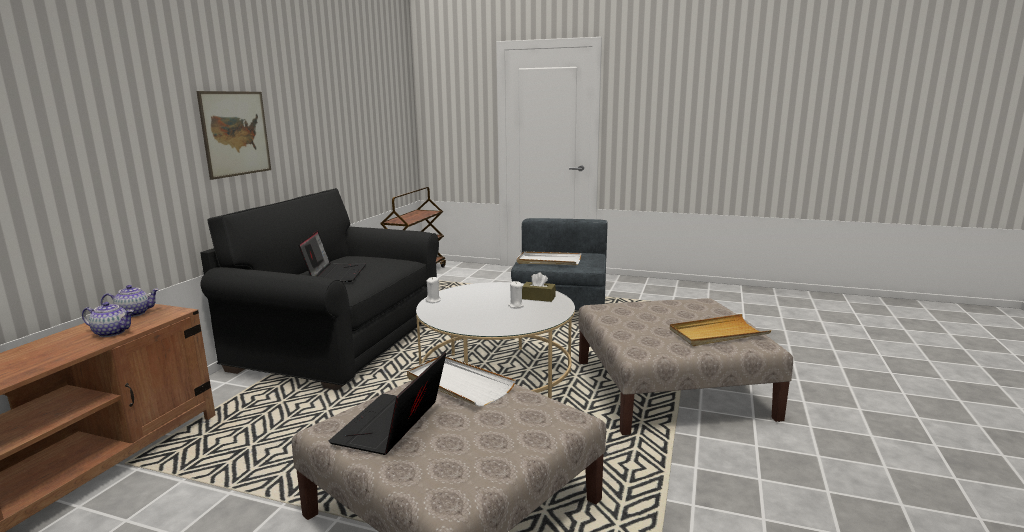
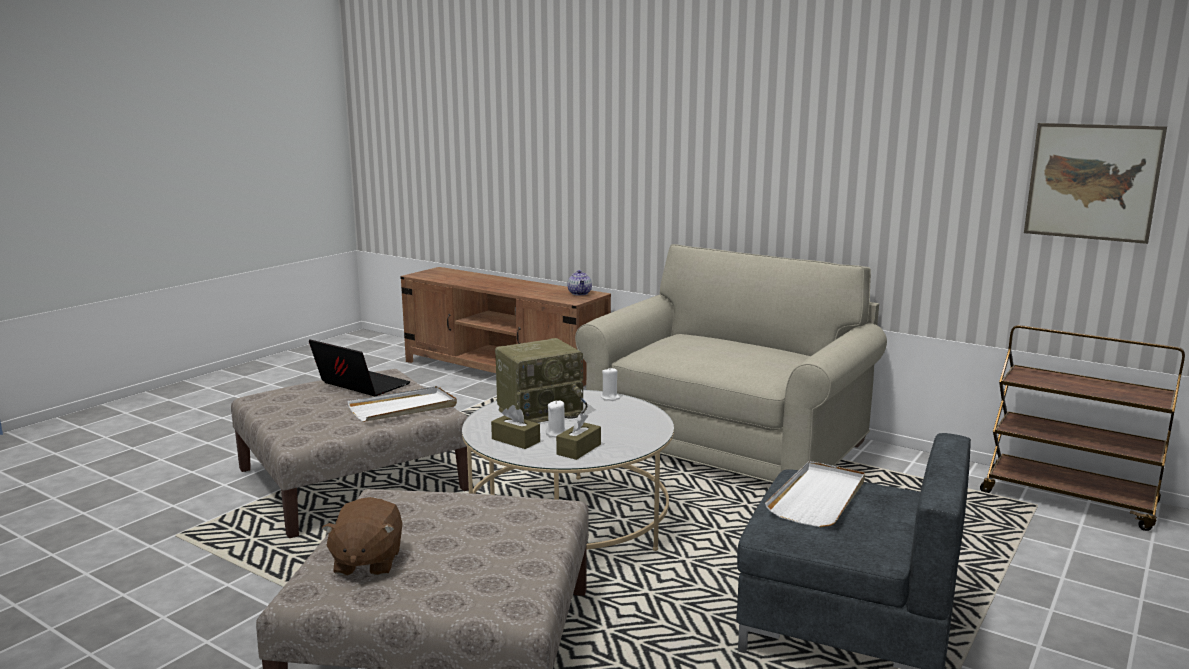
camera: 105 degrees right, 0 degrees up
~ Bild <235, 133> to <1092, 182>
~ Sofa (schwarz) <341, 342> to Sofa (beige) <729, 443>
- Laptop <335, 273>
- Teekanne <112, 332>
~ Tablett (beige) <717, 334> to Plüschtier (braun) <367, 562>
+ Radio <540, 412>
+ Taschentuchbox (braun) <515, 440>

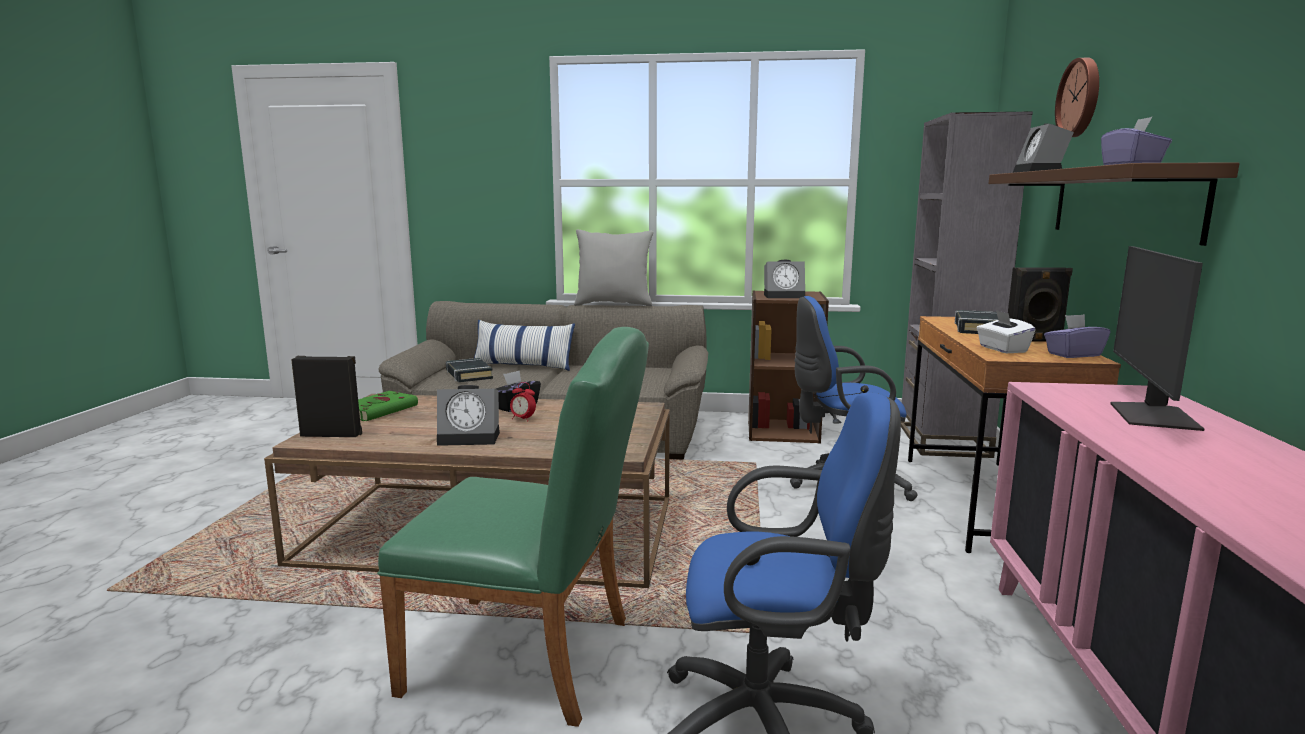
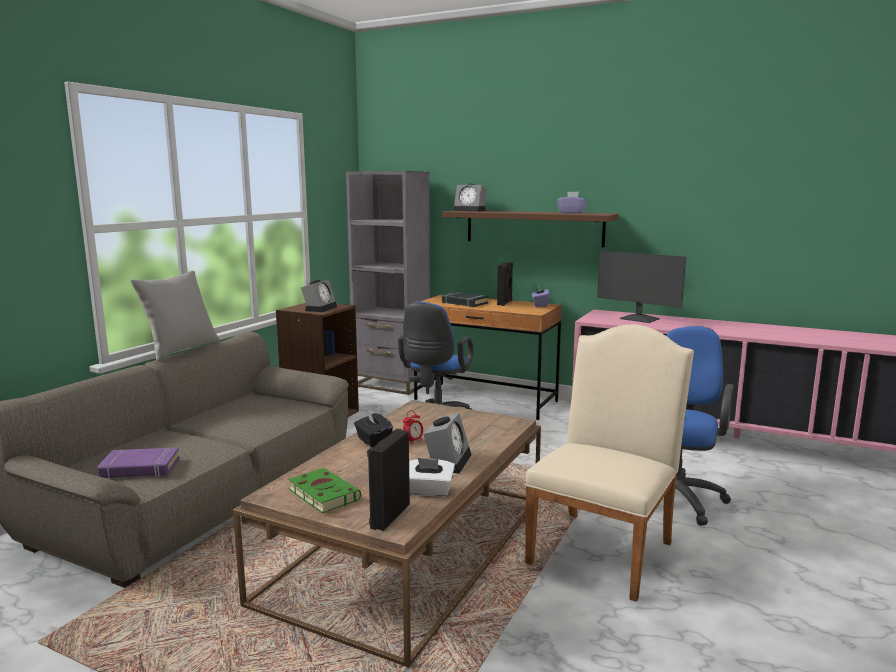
camera: 70 degrees left, 0 degrees up
- Wanduhr <1081, 98>
~ Taschentuchbox (weiß) <1002, 349> to <429, 491>
- Kissen <523, 366>
~ Stuhl (grün) <534, 658> to Stuhl (beige) <604, 548>
~ Buch (schwarz) <468, 375> to Buch (lila) <140, 468>

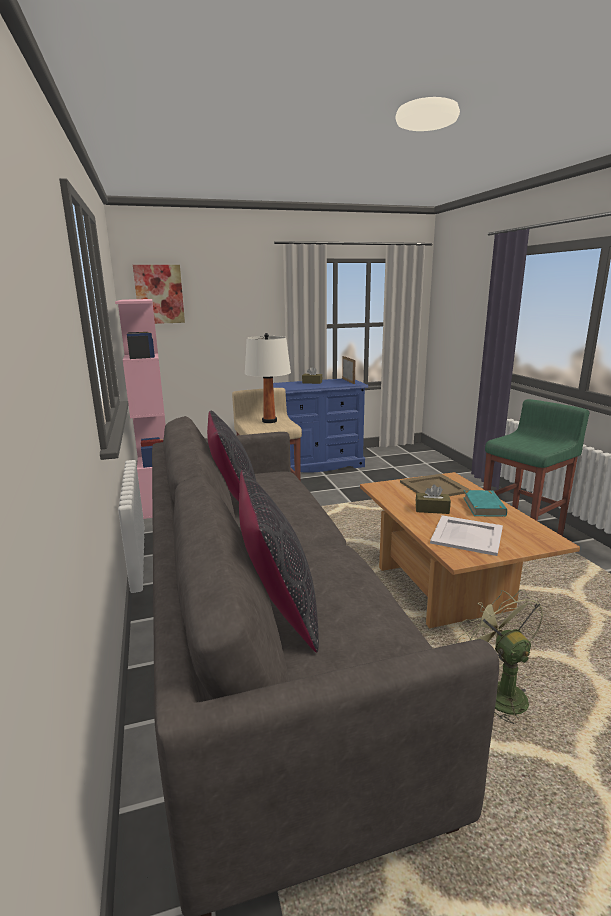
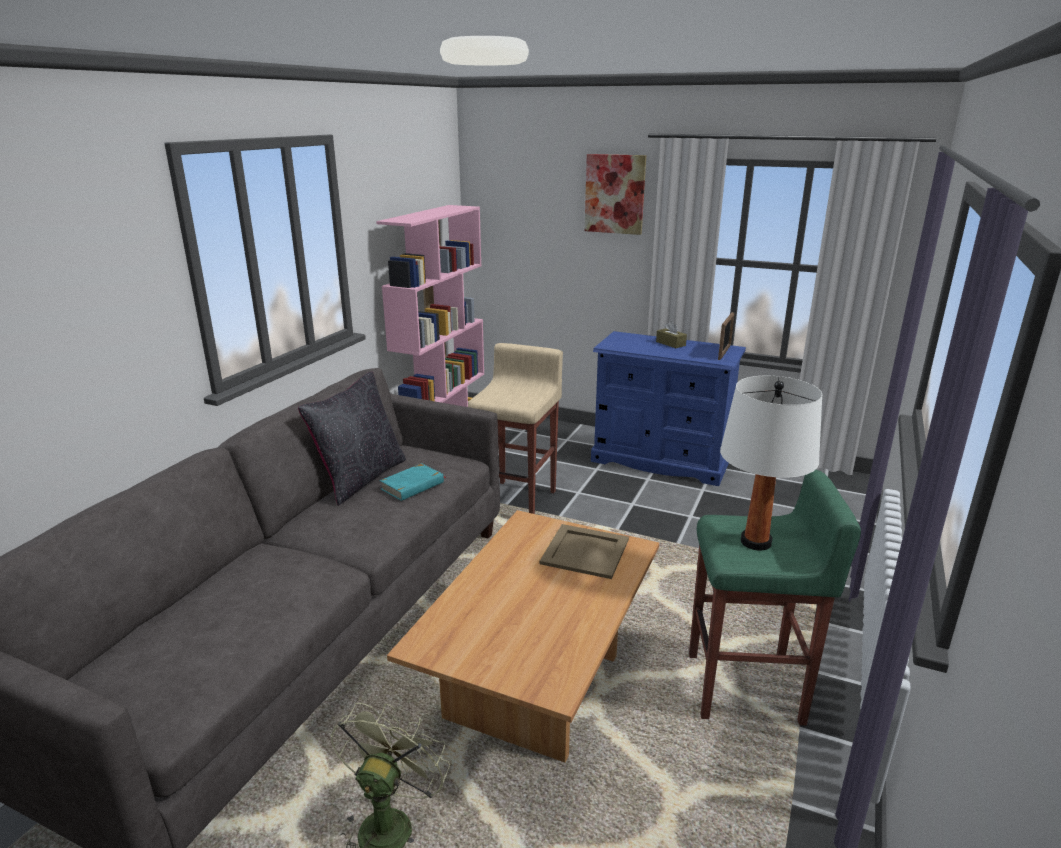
camera: 40 degrees right, 5 degrees up
~ Bild <159, 294> to <615, 194>
~ Tischlampe (weiß) <269, 421> to <755, 542>
- Kissen (schwarz) <278, 608>
- Taschentuchbox (braun) <432, 509>
~ Buch (türkis) <484, 506> to <413, 486>
- Tablett (weiß) <466, 535>

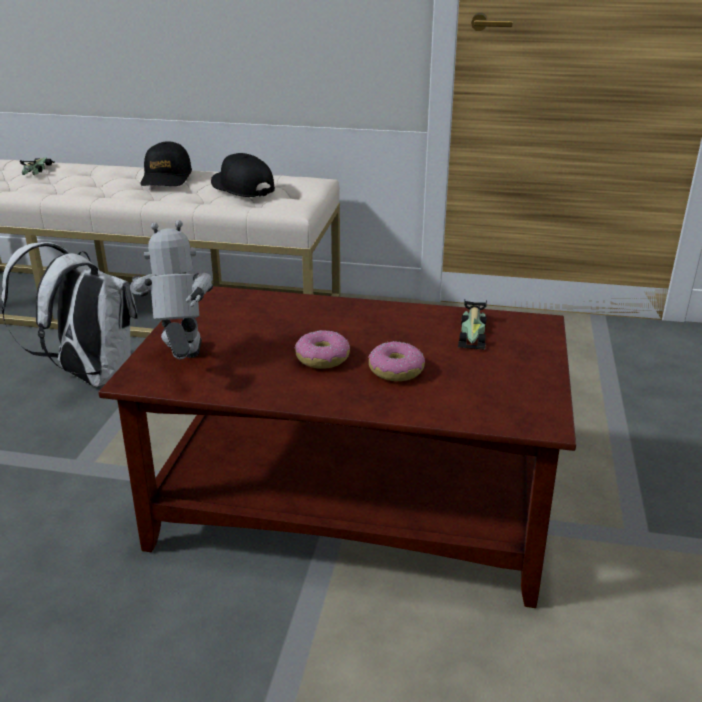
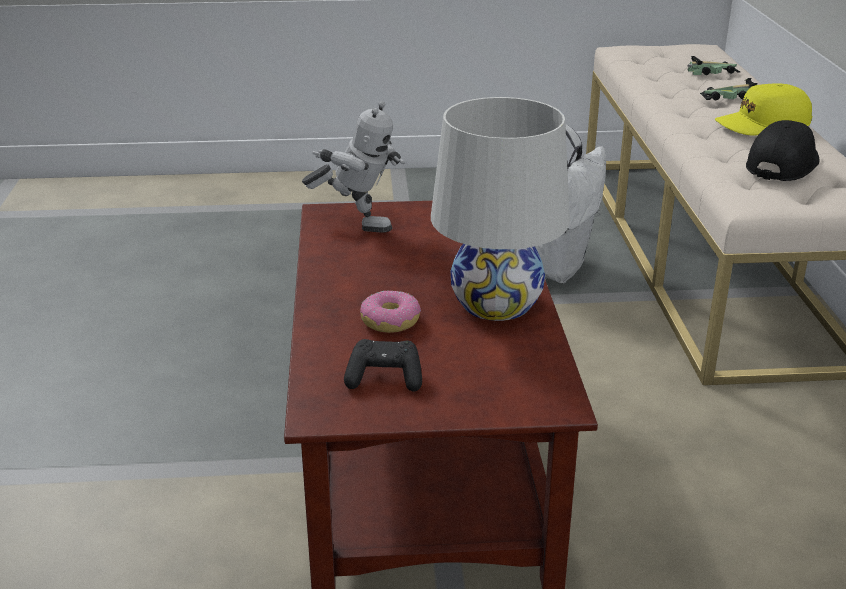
camera: 75 degrees right, 0 degrees up
~ Kappe (schwarz) <166, 178> to Kappe (gelb) <762, 125>
~ Spielzeugroboter <182, 363> = <357, 224> 45 degrees clockwise
~ Spielzeugauto <472, 331> to <730, 96>
- Donut <323, 358>
+ Tischlampe (weiß) <496, 303>
+ Gamepad (schwarz) <384, 378>

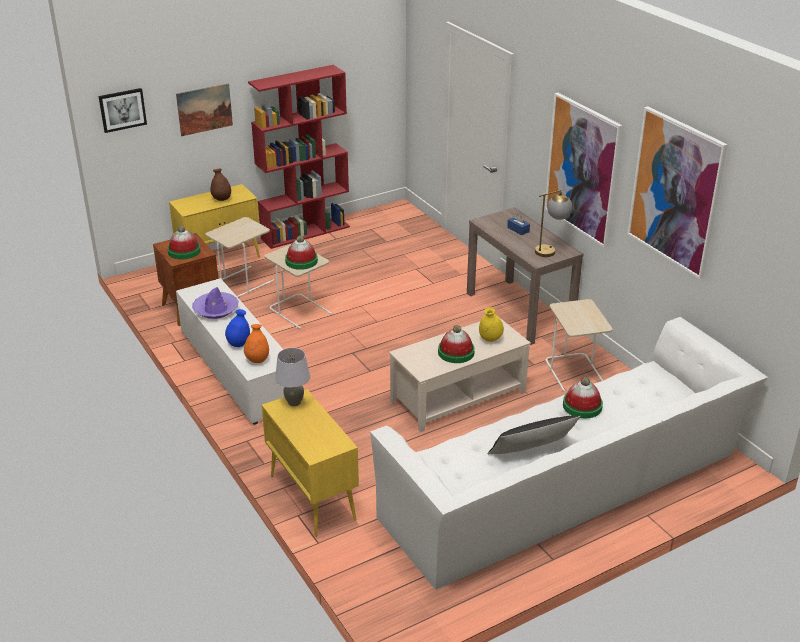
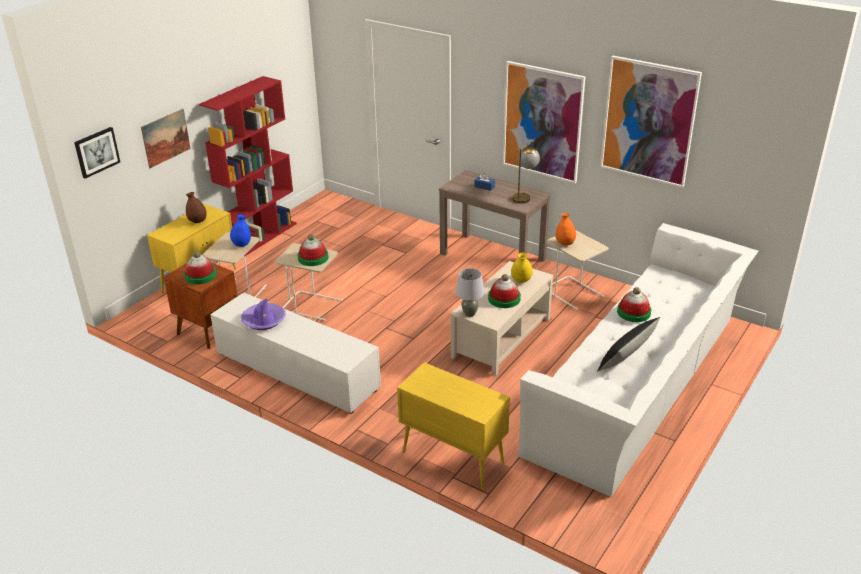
camera: 25 degrees left, 0 degrees up
~ Vase (blau) <238, 344> to <242, 244>
~ Vase (orange) <257, 360> to <565, 243>
~ Tischlampe (grau) <294, 402> to <469, 314>

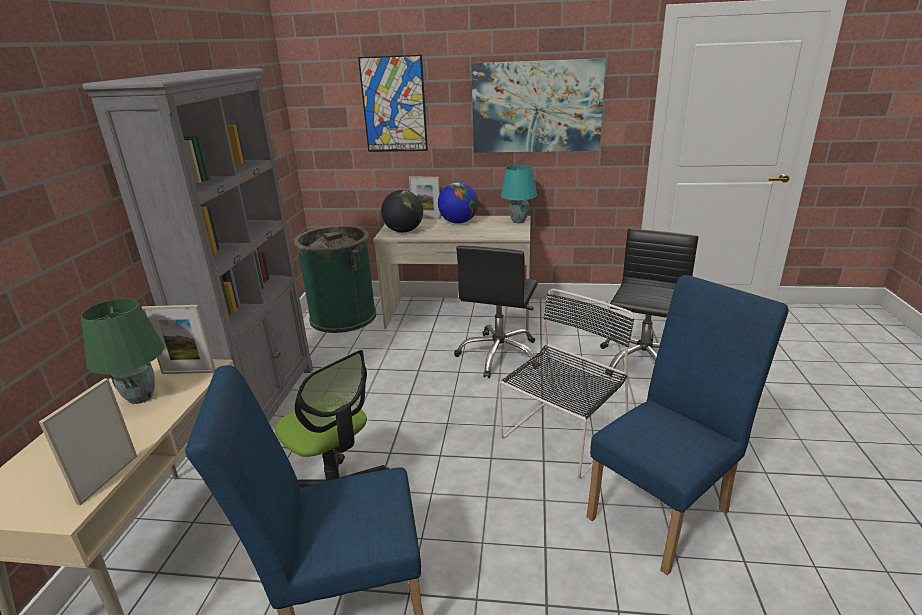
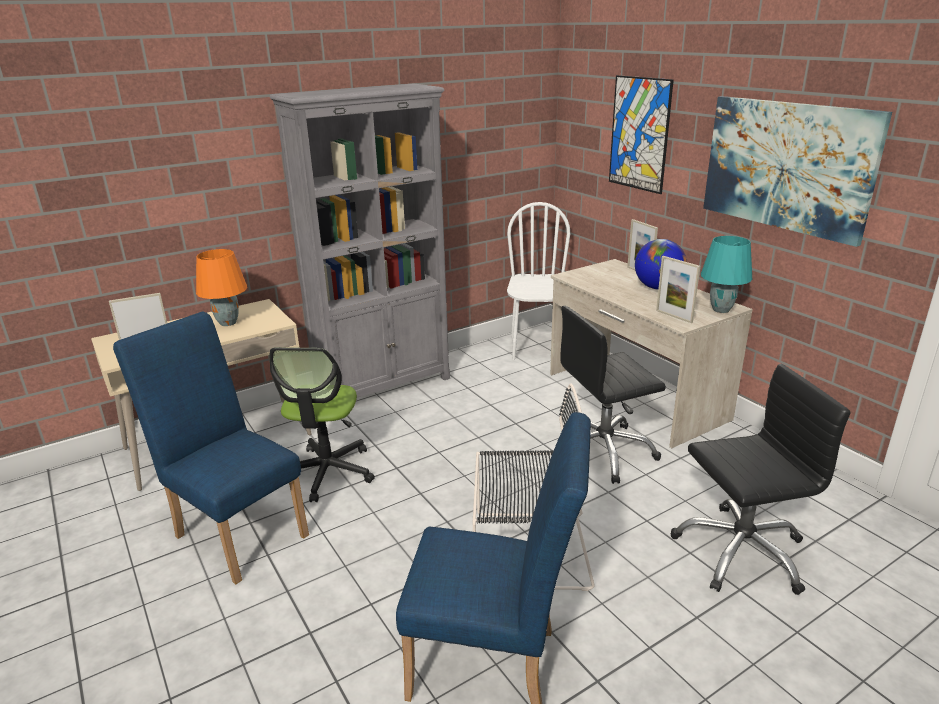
camera: 50 degrees right, 0 degrees up
- Globus <403, 231>
~ Mülleimer (grün) <343, 317> to Stuhl (weiß) <536, 348>
~ Tischlampe (grün) <142, 397> to Tischlampe (orange) <228, 323>
~ Bilderrahmen <188, 372> to <674, 316>

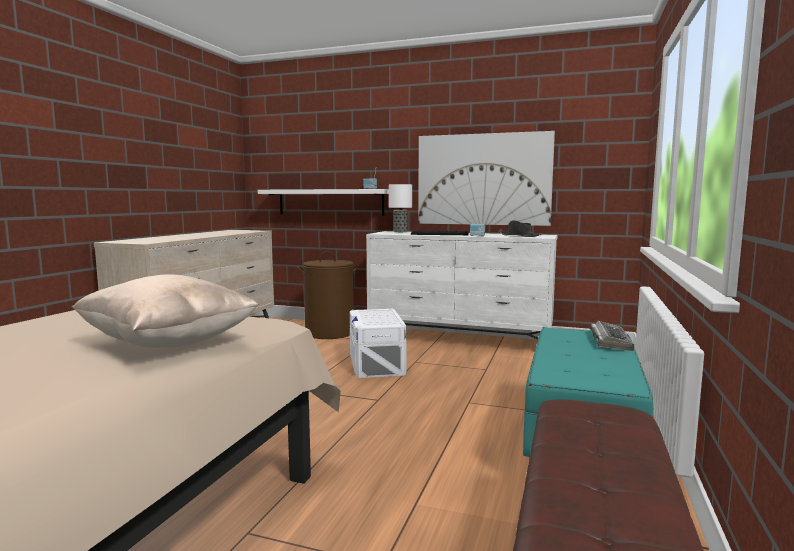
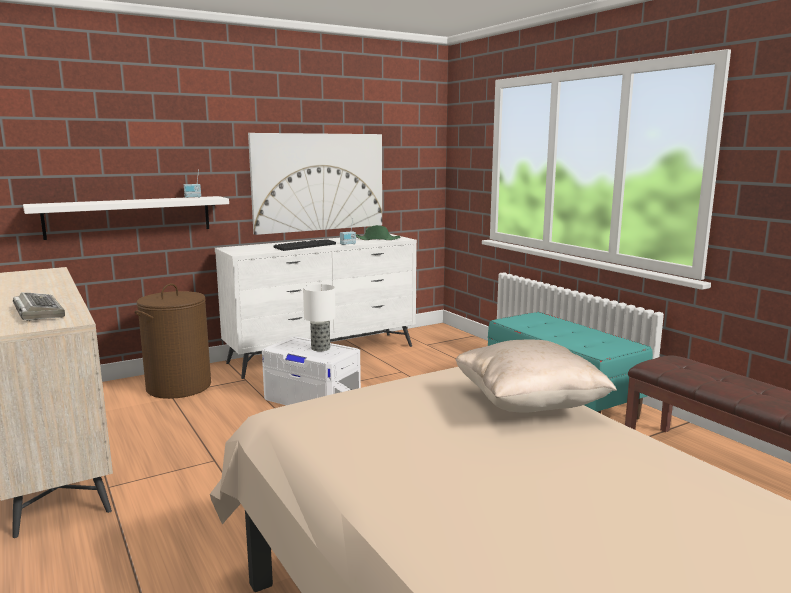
camera: 50 degrees left, 5 degrees up
~ Tischlampe <400, 232> to <321, 348>
~ Hut (schwarz) <519, 236> to Hut (grün) <377, 239>
~ Tastatur <610, 341> to <38, 312>

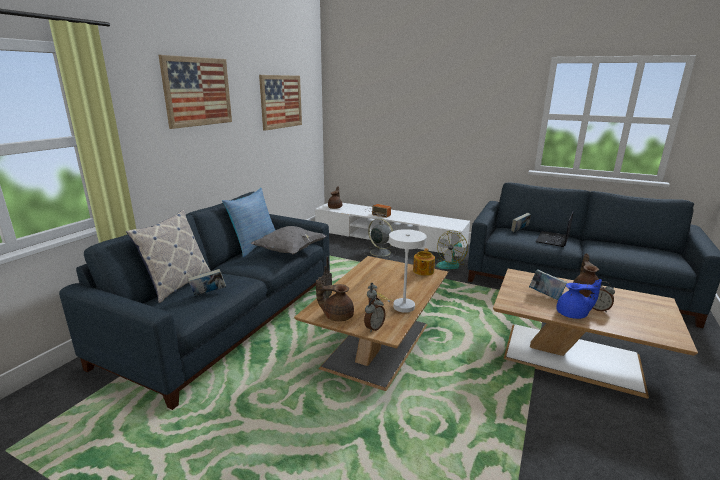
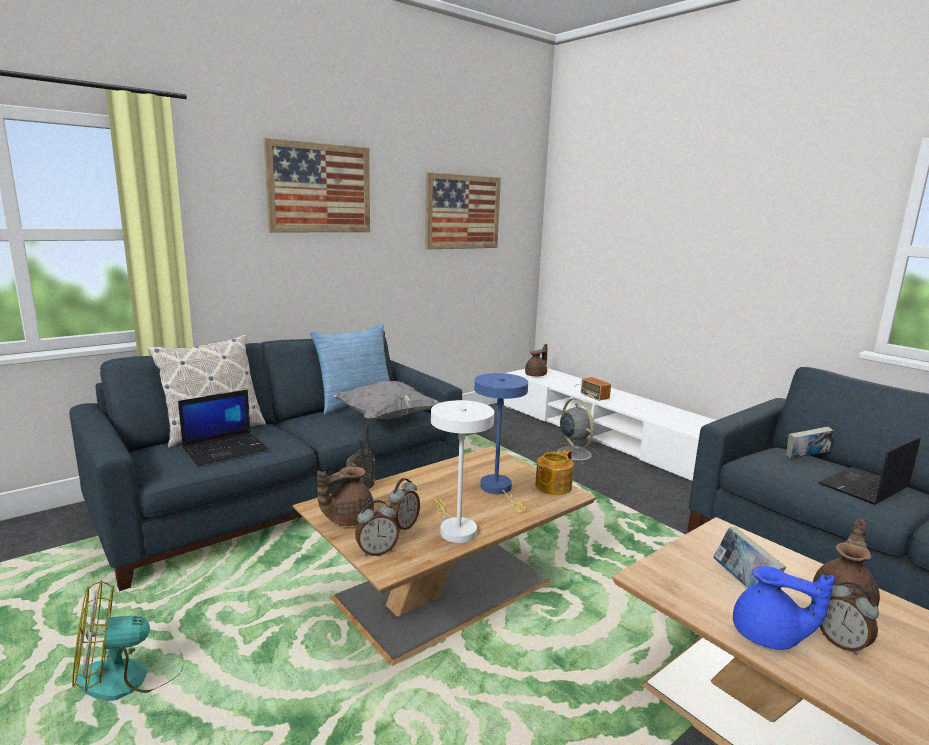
camera: 25 degrees right, 5 degrees down
~ Ventilator <450, 264> to <130, 676>
~ Buch <208, 294> to Laptop <226, 449>
~ Teekanne (braun) <337, 316> = <347, 519> 75 degrees counterclockwise
+ Tischlampe (blau) <499, 489>

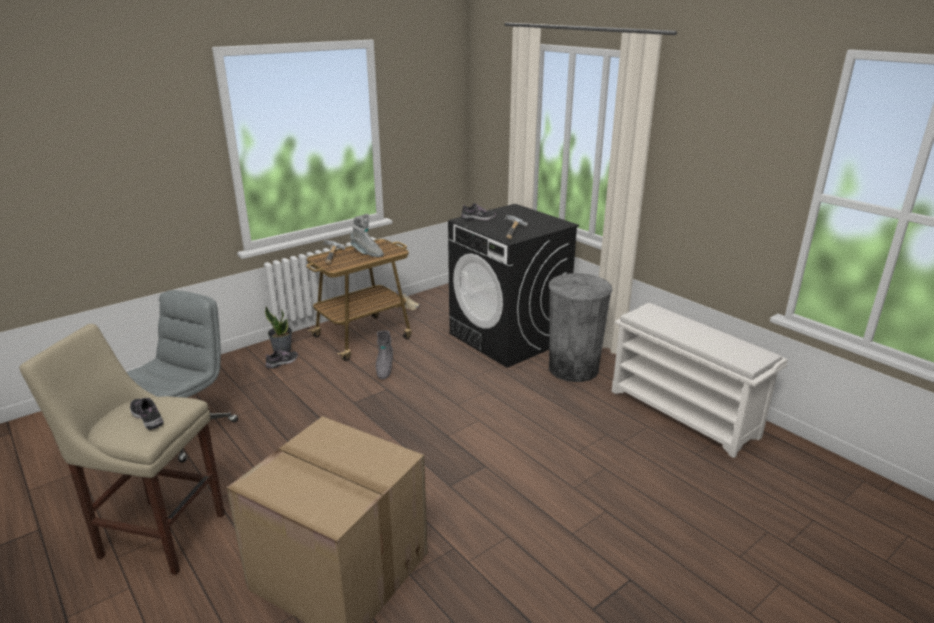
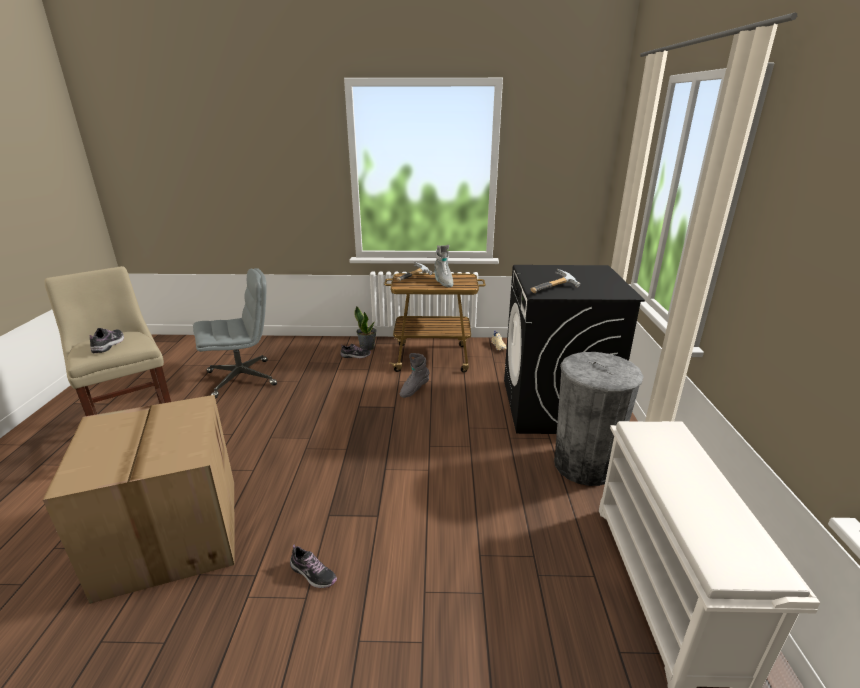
camera: 40 degrees right, 0 degrees up
~ Schuh <478, 218> to <313, 574>

